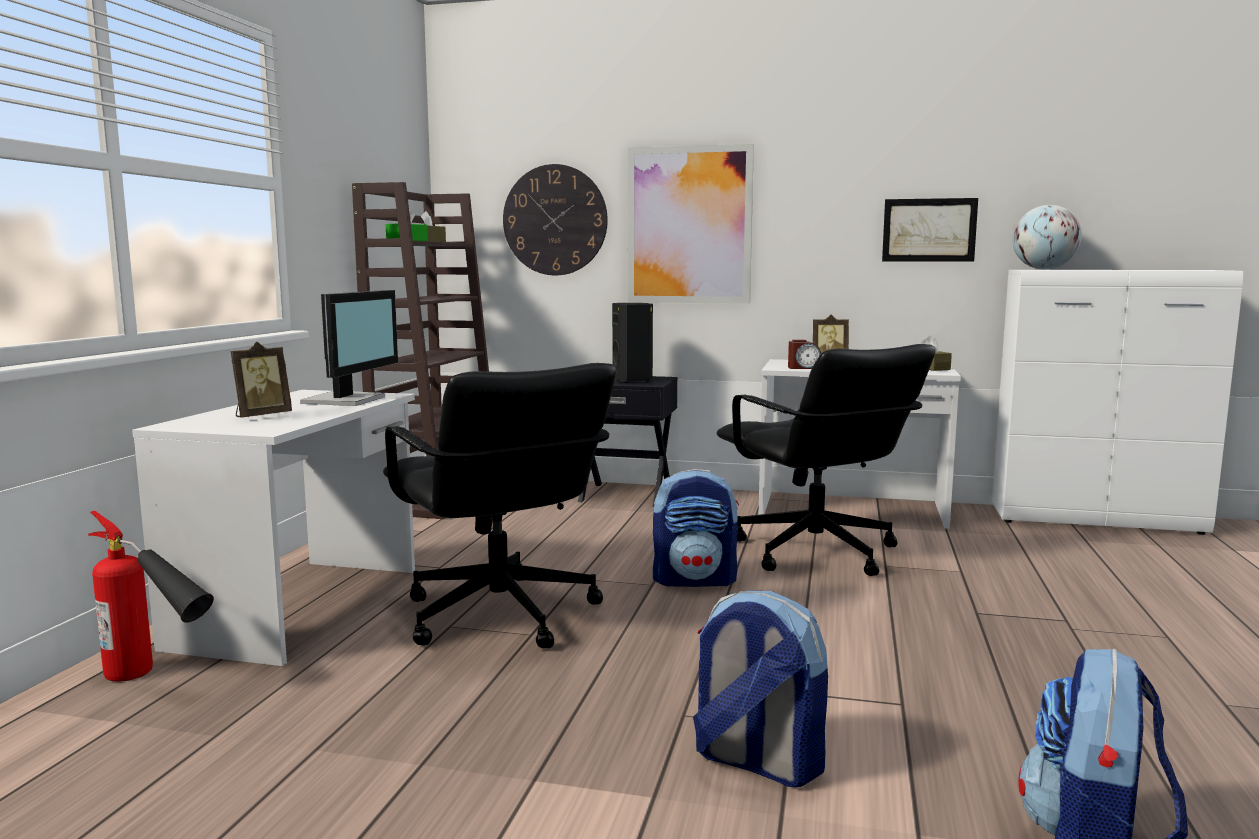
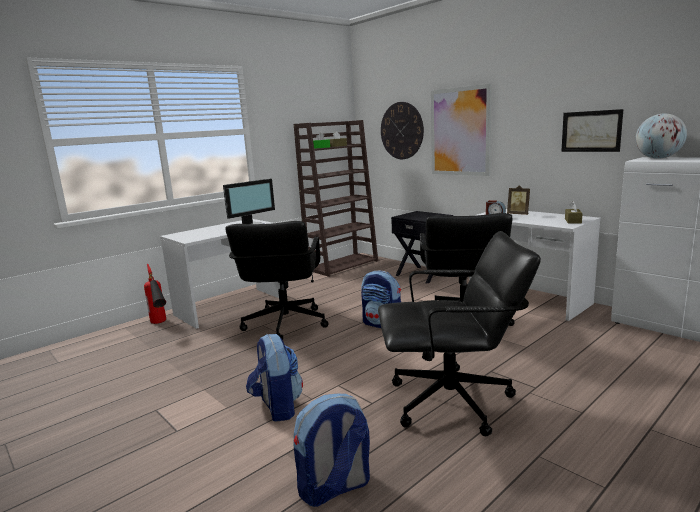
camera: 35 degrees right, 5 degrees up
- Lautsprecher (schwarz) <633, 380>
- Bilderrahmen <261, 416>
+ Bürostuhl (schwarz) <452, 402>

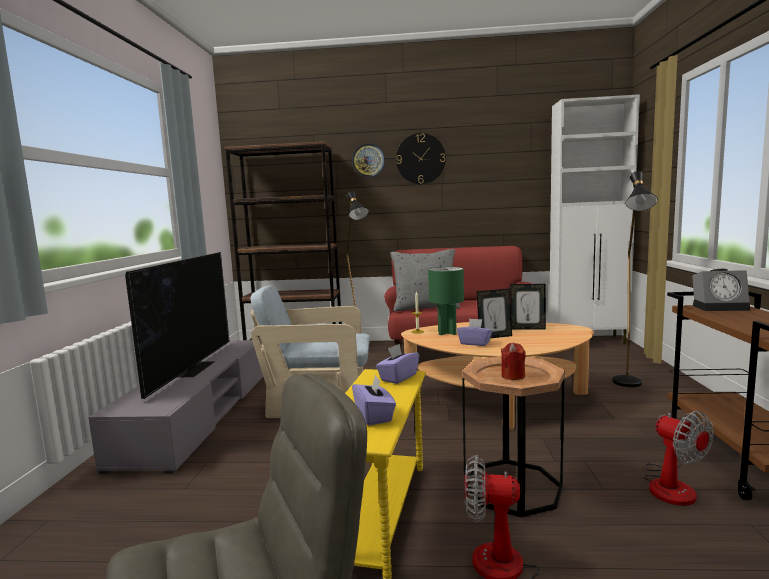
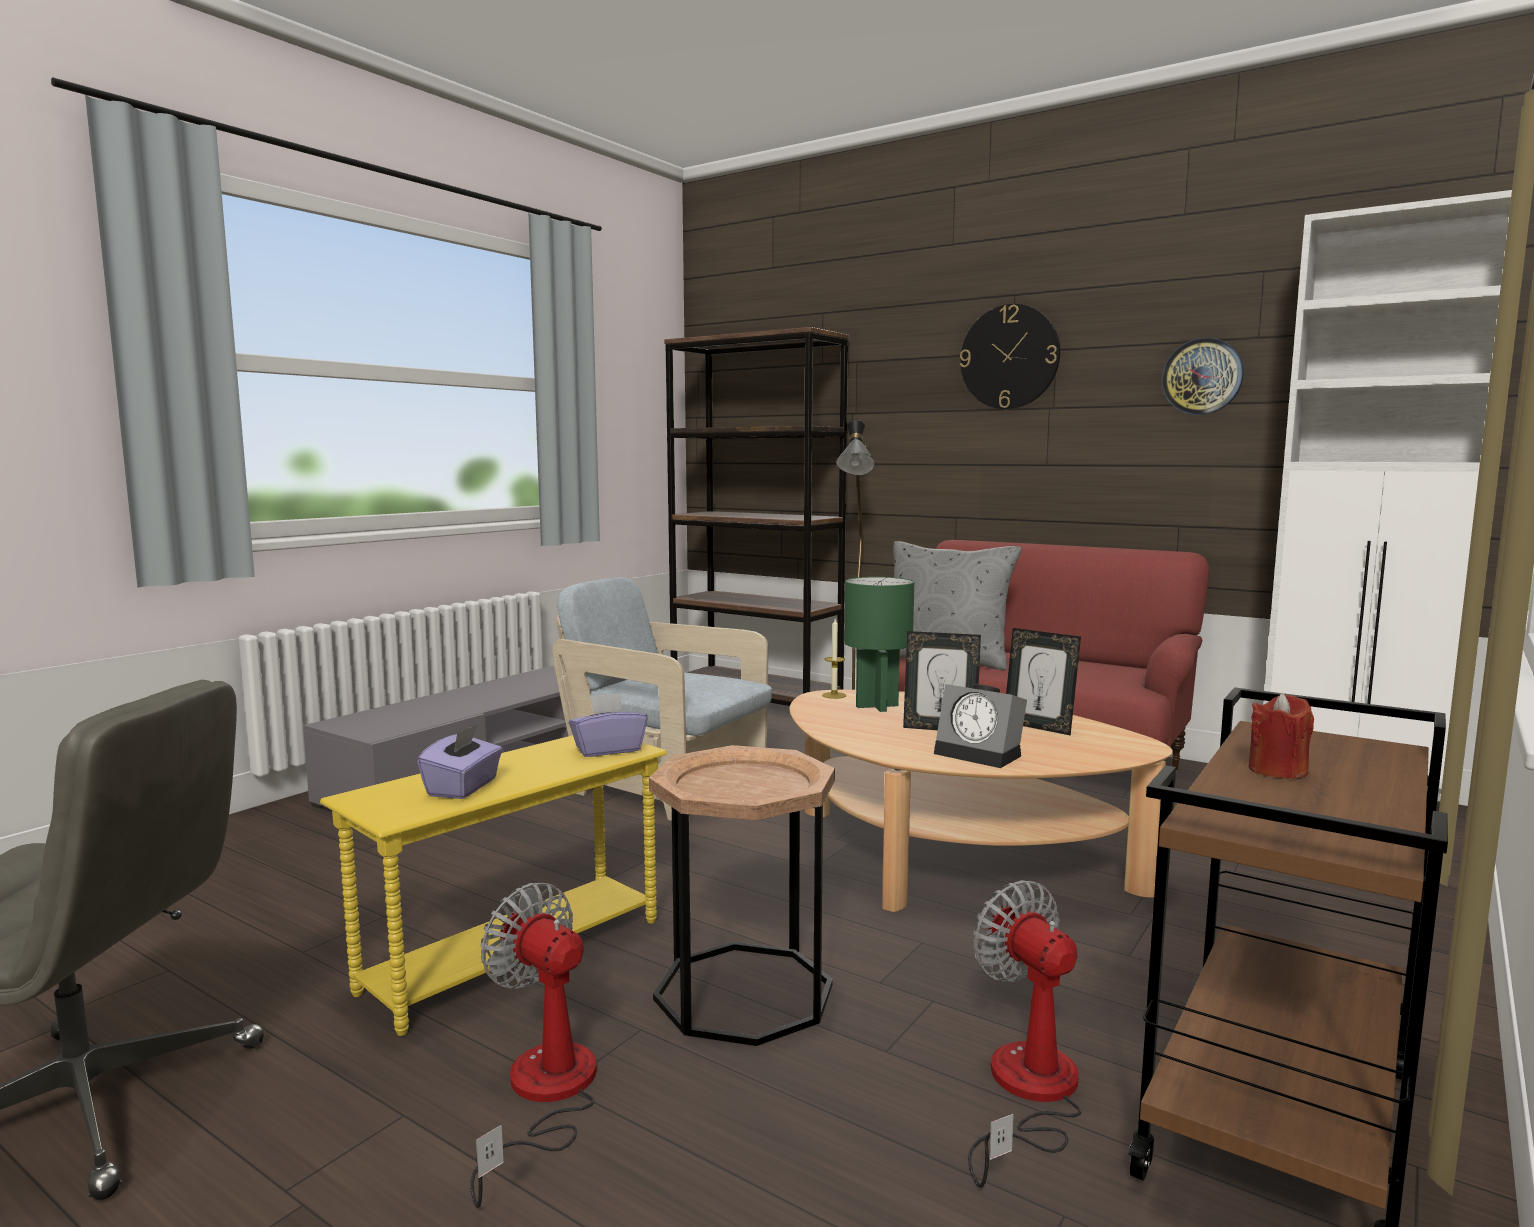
camera: 30 degrees right, 0 degrees up
~ Wanduhr <368, 160> to <1202, 376>
- Stehlampe (schwarz) <629, 386>
- Fernseher <192, 368>
~ Wecker <720, 307> to <981, 754>
- Taschentuchbox (lila) <475, 343>
~ Kerze (rot) <513, 376> to <1277, 771>
~ Ventilator <670, 484> = <1027, 1093> 150 degrees clockwise

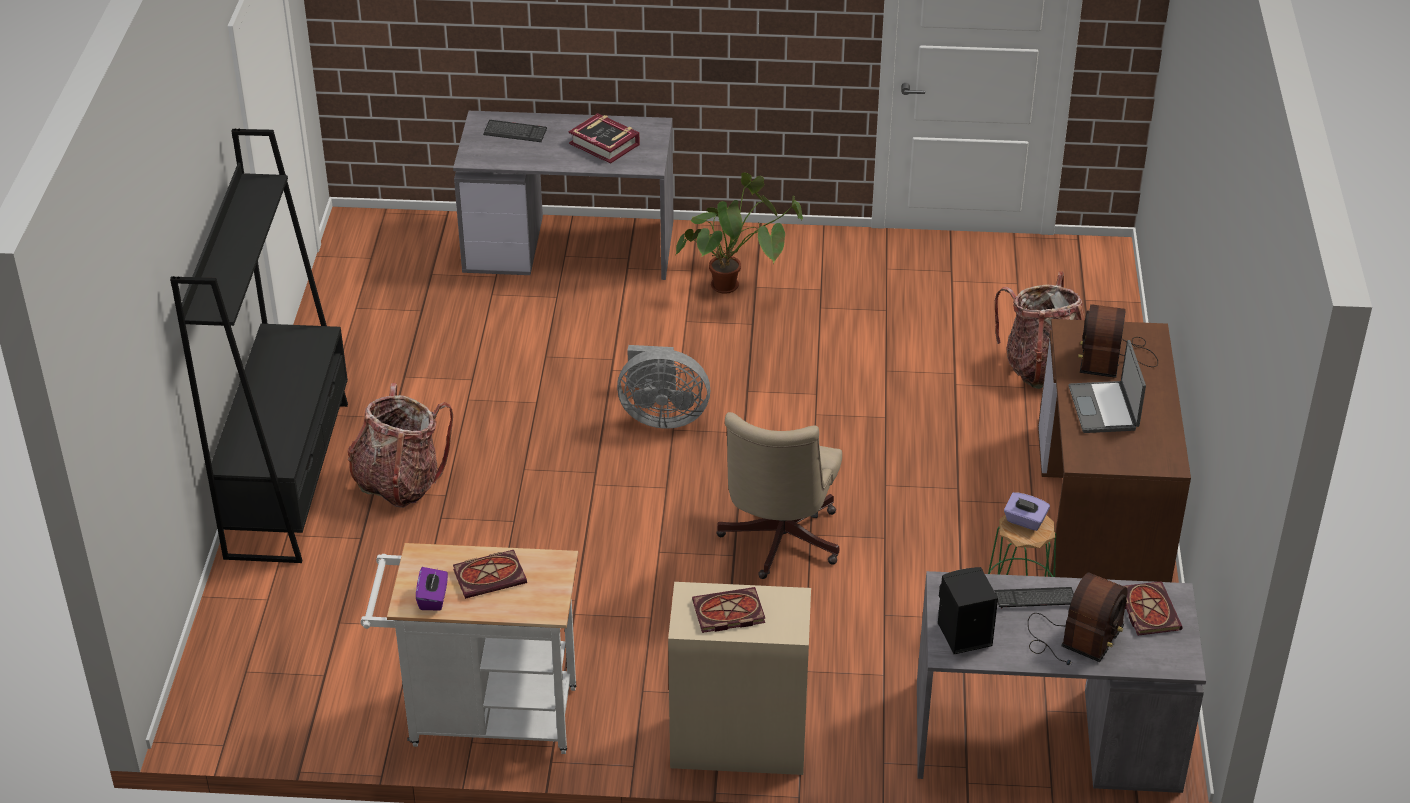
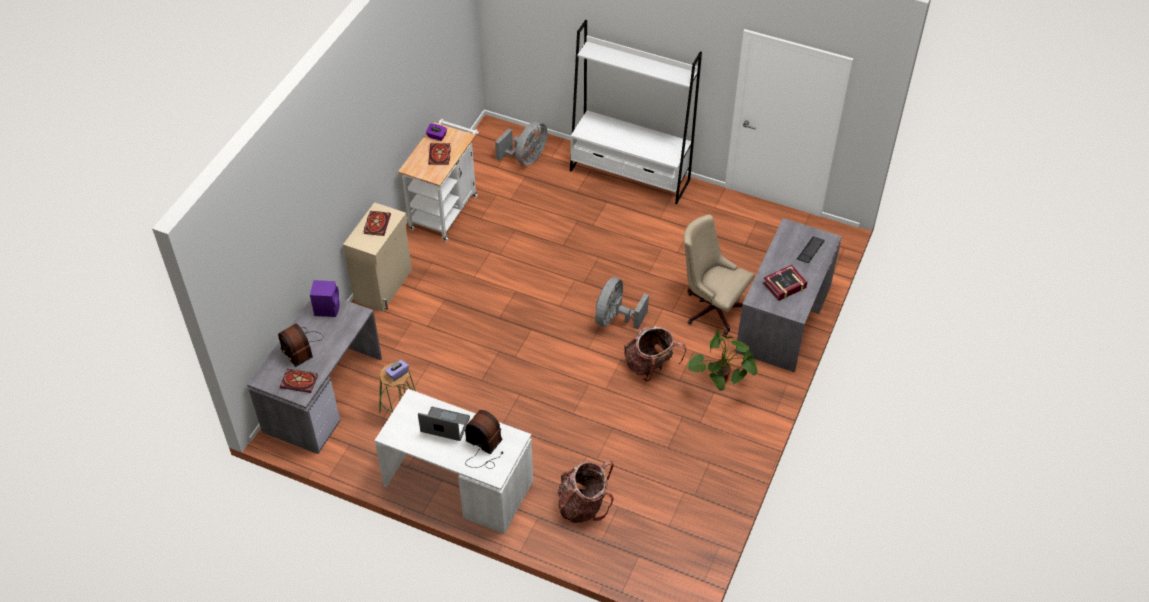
camera: 110 degrees right, 10 degrees up
~ Bücherregal (schwarz) <288, 478> to Bücherregal (weiß) <630, 175>
~ Schreibtisch (braun) <1103, 505> to Schreibtisch (weiß) <457, 484>
~ Rucksack <399, 482> to <650, 366>
~ Bürostuhl (beige) <778, 543> to <711, 307>
~ Lautsprecher (schwarz) <962, 634> to Lautsprecher (lila) <327, 308>
- Tastatur <1035, 599>
+ Ventilator (grau) <526, 158>

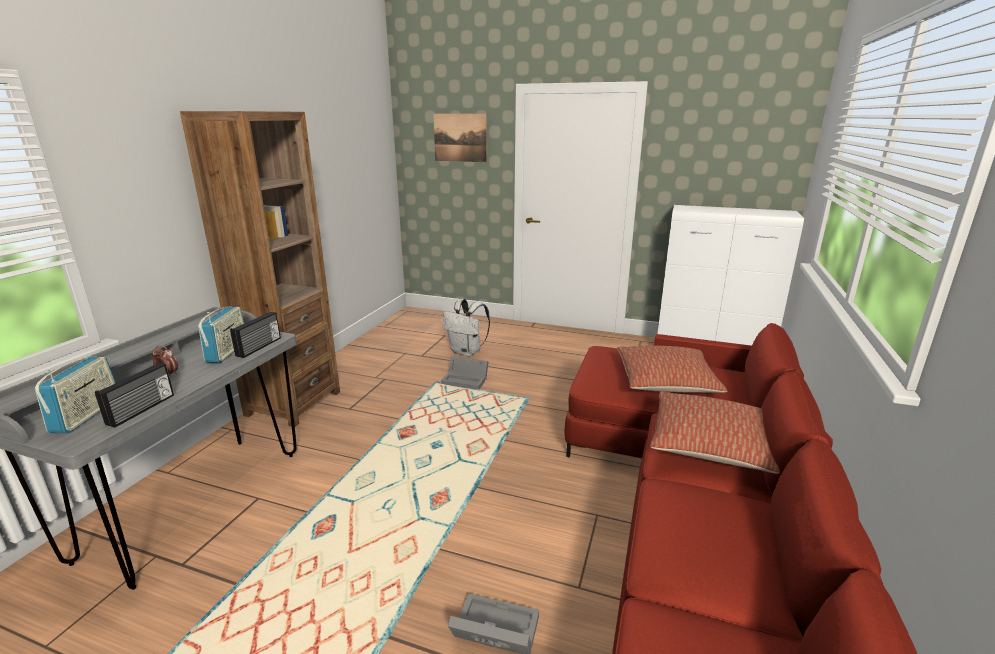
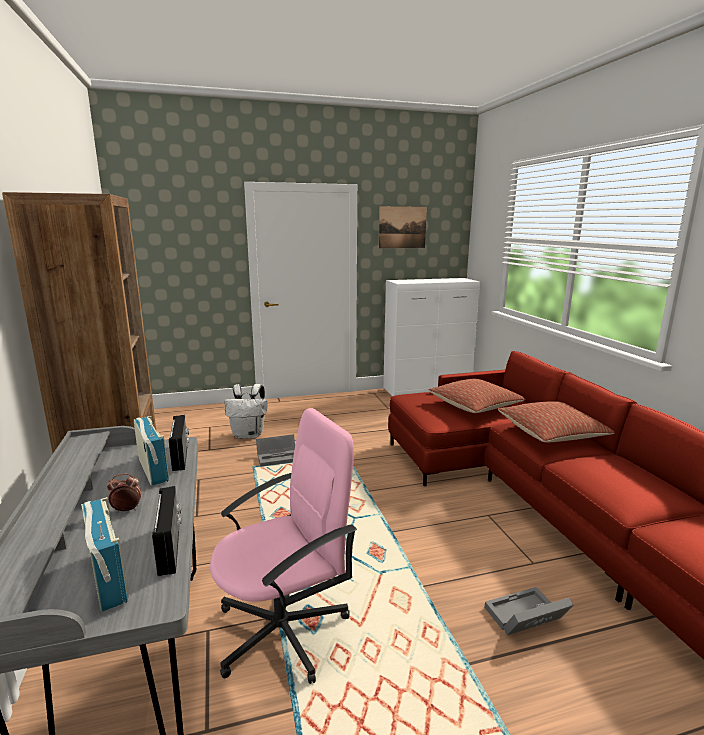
camera: 35 degrees left, 5 degrees down
~ Bild <460, 137> to <402, 227>
+ Bürostuhl (rosa) <284, 630>

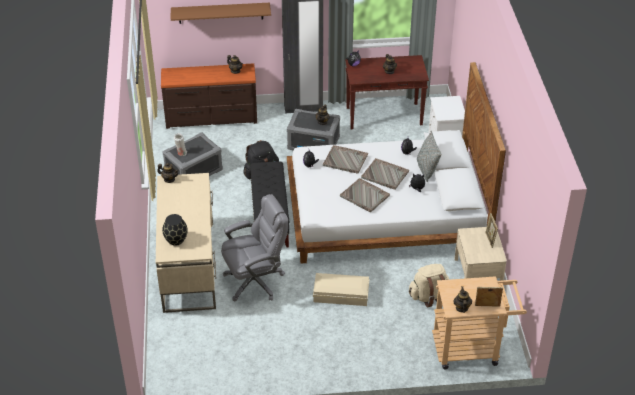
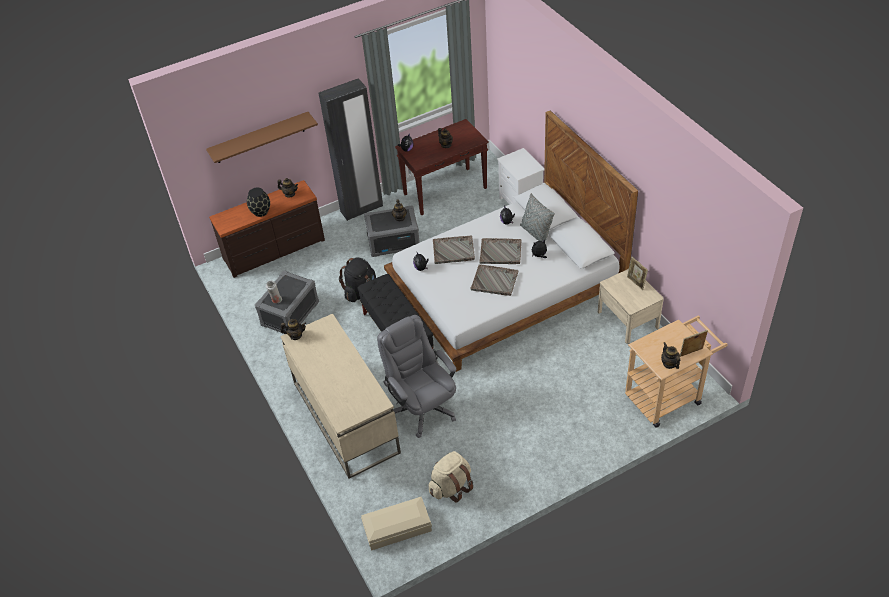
camera: 20 degrees left, 5 degrees up
~ Bürostuhl (grau) <255, 281> = <422, 407> 75 degrees counterclockwise
~ Vase (schwarz) <176, 240> to <261, 212>
~ Rucksack (beige) <429, 296> to <451, 487>
~ Aufbewahrungsbox (beige) <340, 294> to <396, 527>

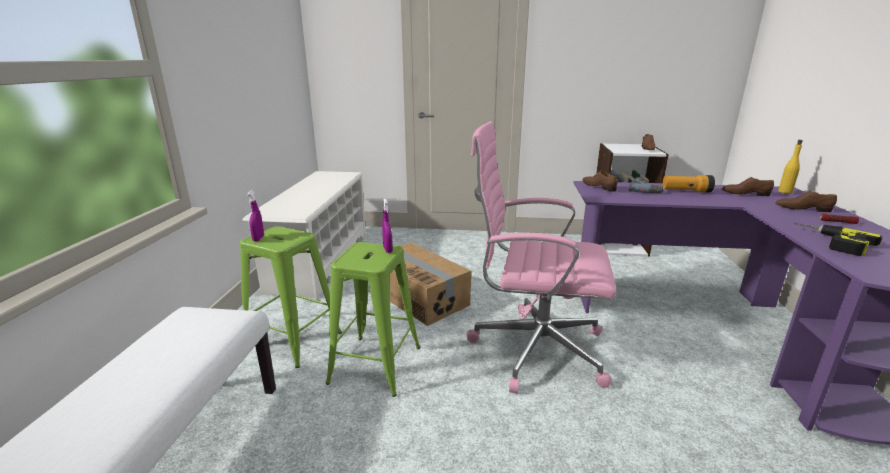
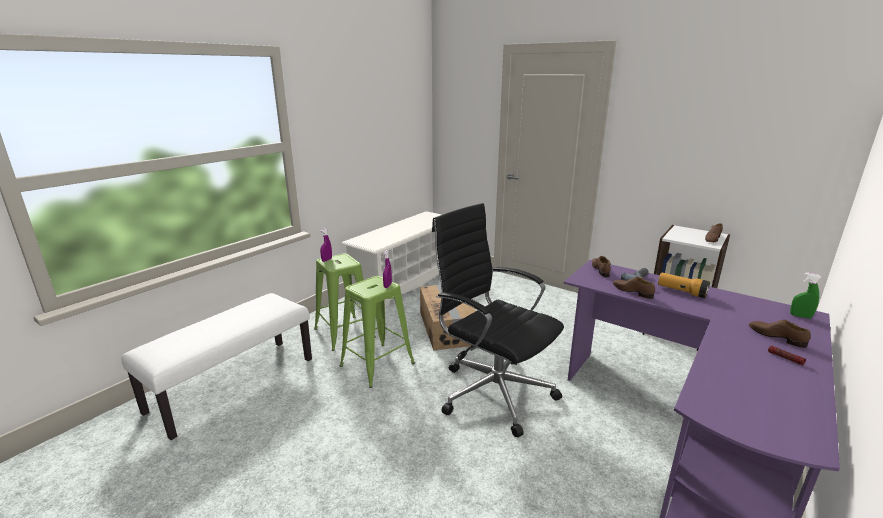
camera: 30 degrees right, 0 degrees up
~ Bürostuhl (rosa) <534, 348> to Bürostuhl (schwarz) <493, 391>
~ Flasche (gelb) <785, 192> to Sprühflasche (grün) <800, 316>
~ Schuh (braun) <745, 194> to <632, 291>
- Bohrmaschine <829, 242>

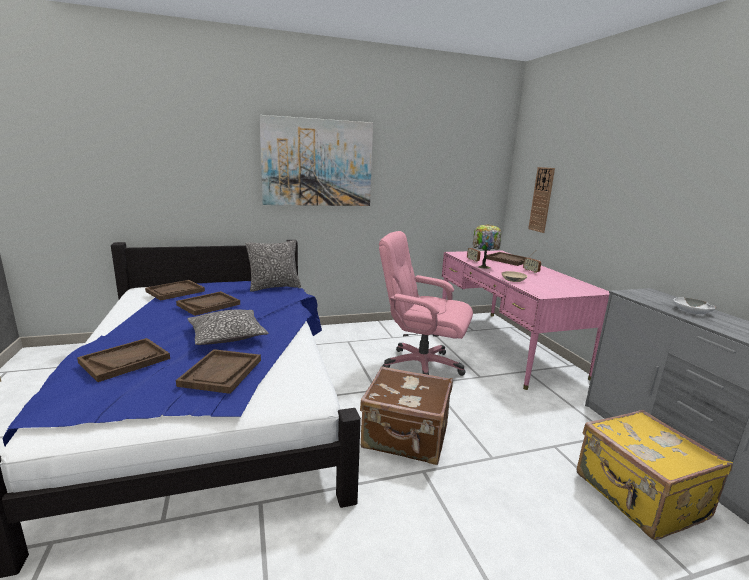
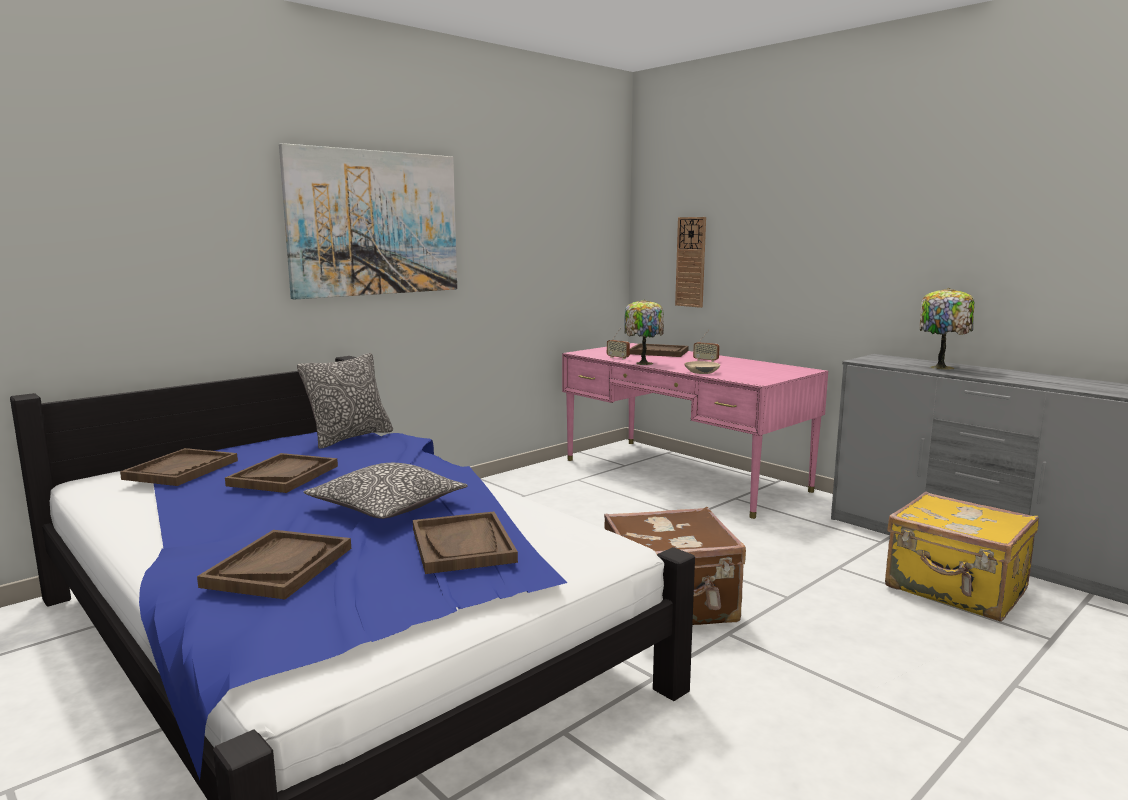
camera: 25 degrees left, 5 degrees down
- Bürostuhl (rosa) <421, 366>
~ Schüssel (weiß) <692, 311> to Tischlampe <941, 367>

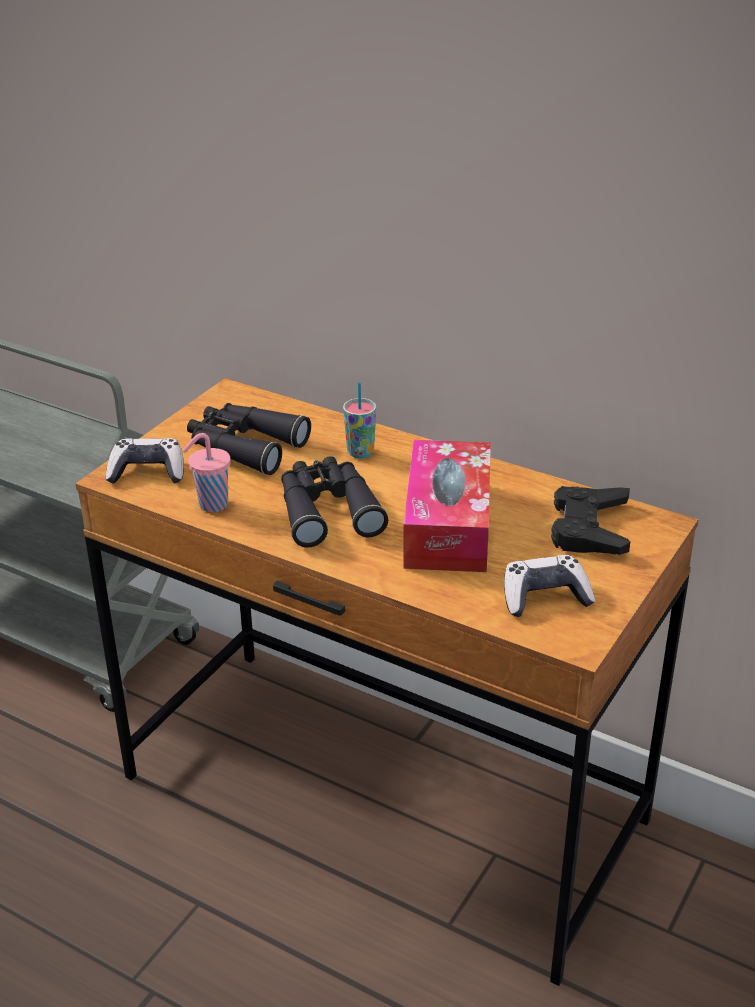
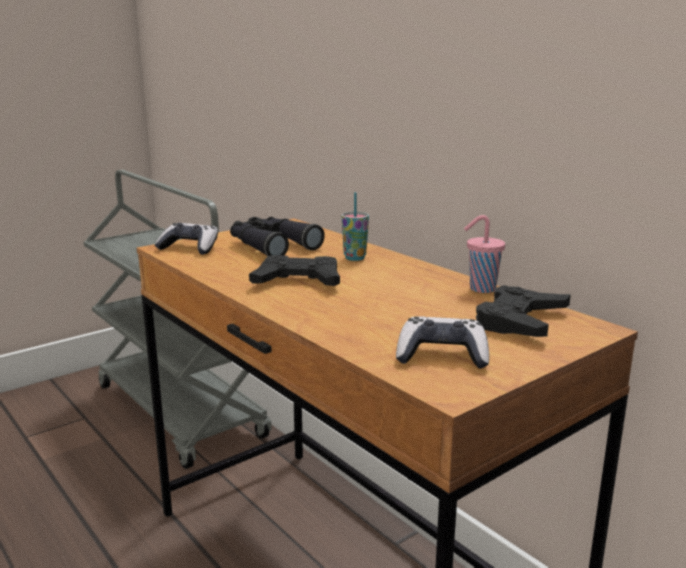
camera: 20 degrees right, 15 degrees down
~ Tasse (rosa) <211, 505> to <480, 289>
- Taschentuchbox <448, 524>
~ Fernglas (schwarz) <327, 510> to Gamepad (schwarz) <298, 281>

